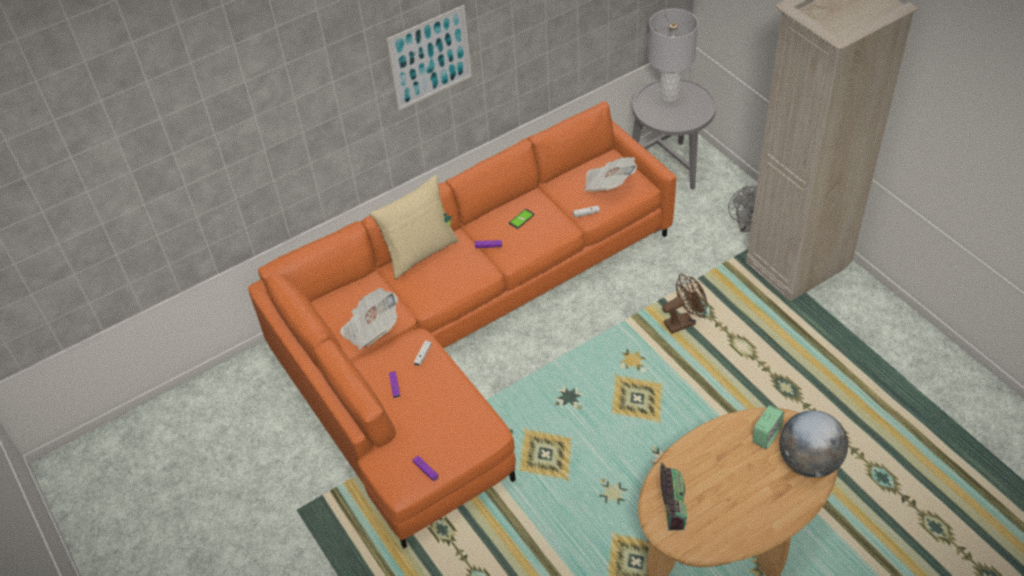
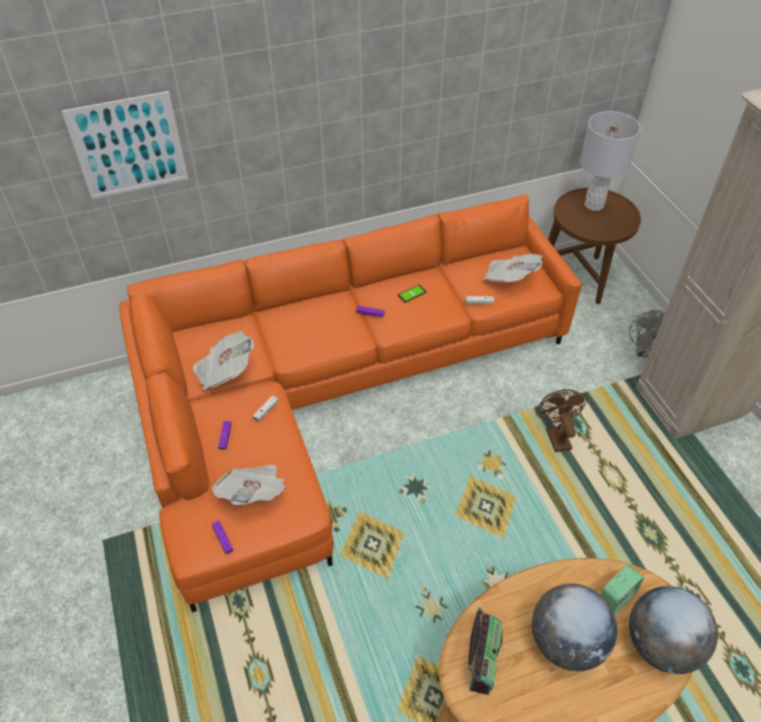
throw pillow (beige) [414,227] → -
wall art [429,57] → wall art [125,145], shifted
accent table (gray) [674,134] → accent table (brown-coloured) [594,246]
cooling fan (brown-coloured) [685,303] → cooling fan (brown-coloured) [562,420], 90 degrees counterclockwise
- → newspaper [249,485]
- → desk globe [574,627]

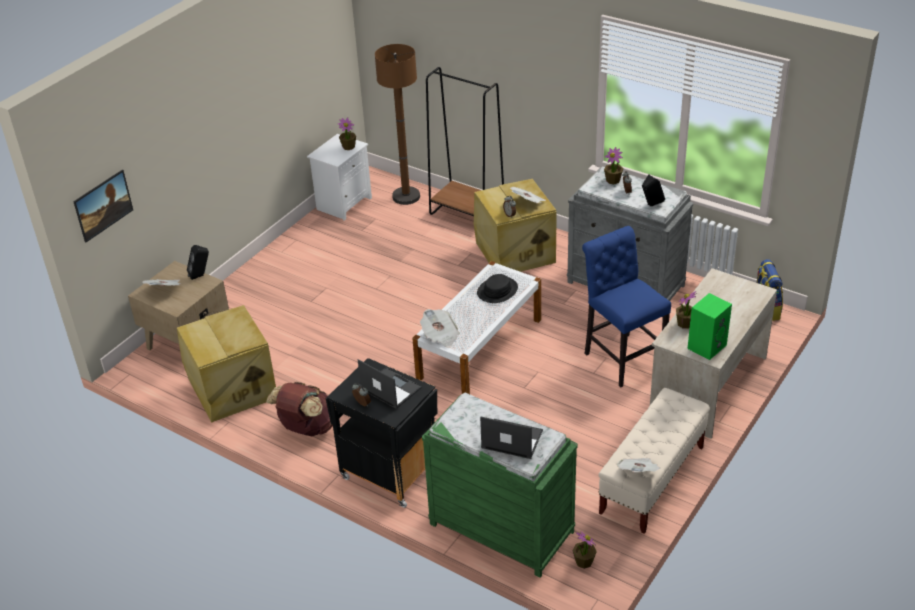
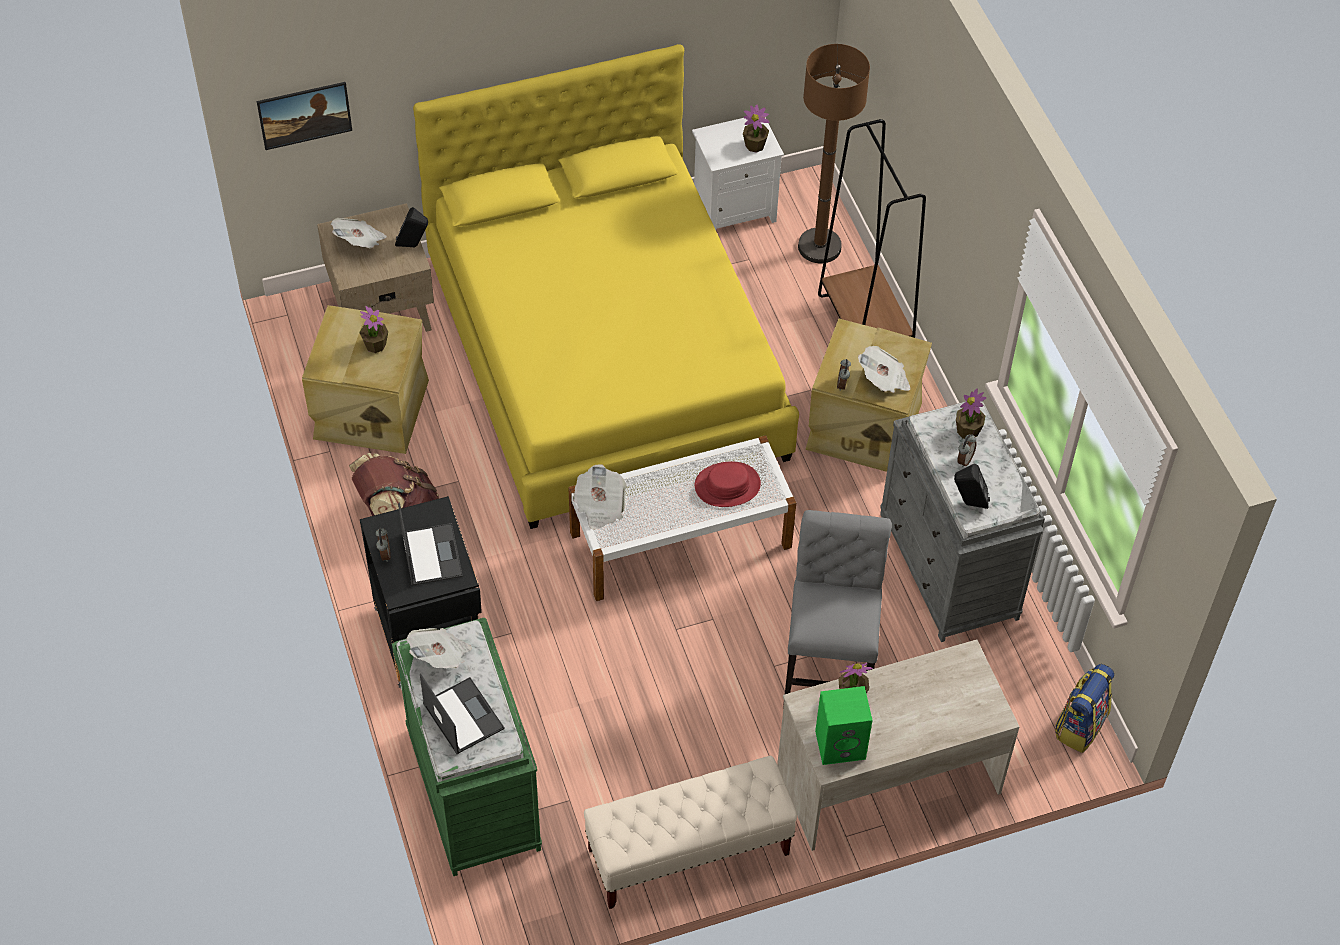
hat (blackish) [497,288] → hat (red-coloured) [728,484]
potted plant [584,550] → potted plant [373,329], shifted
stool (blue) [626,306] → stool (gray) [837,609]
newspaper [638,465] → newspaper [439,648], shifted
- → bedroom bed (yellow) [606,286]

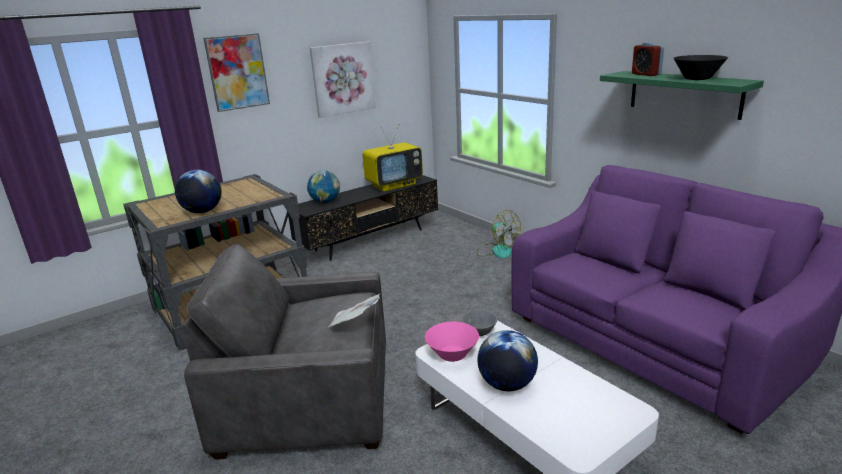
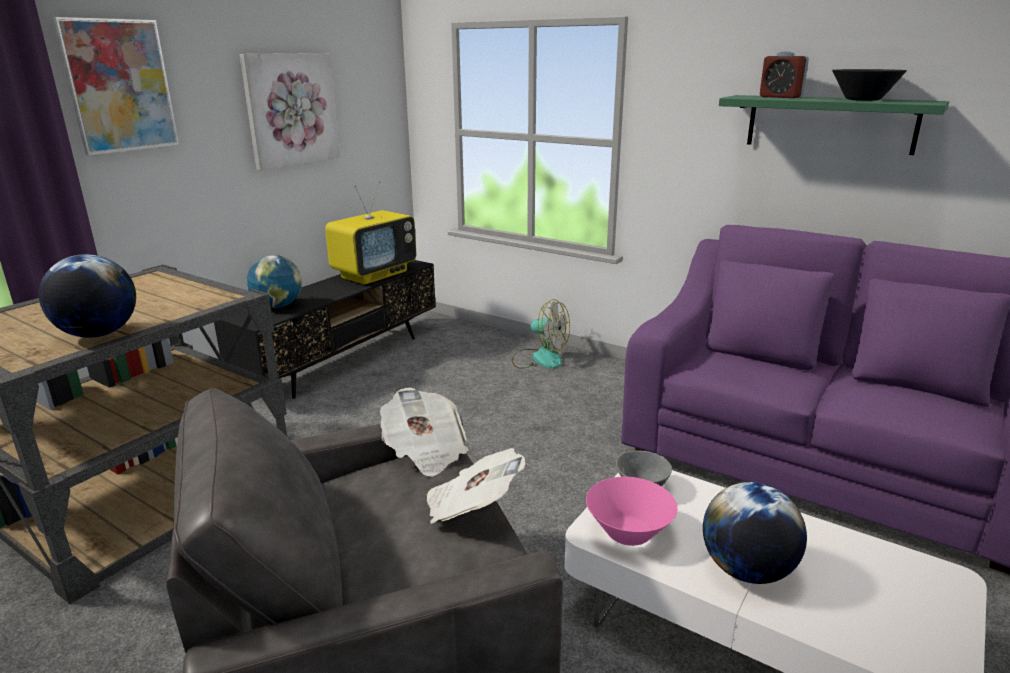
- → newspaper [424,432]

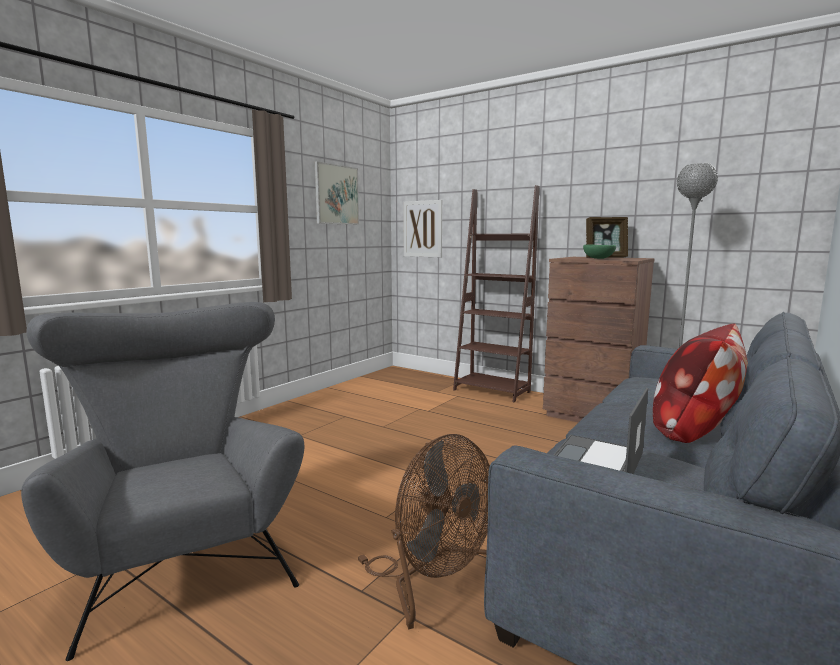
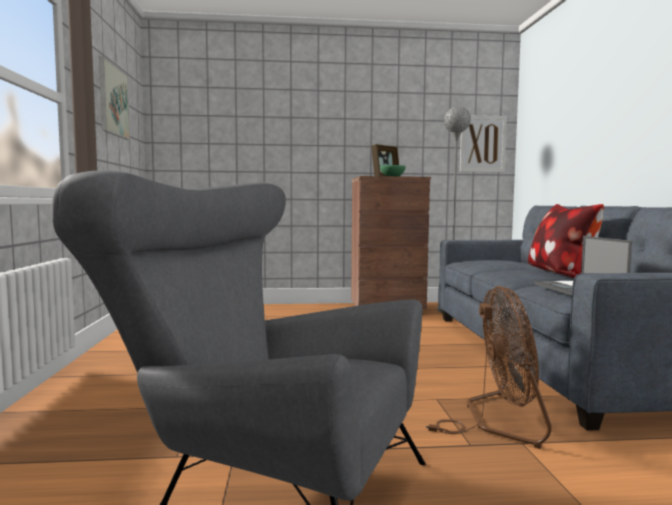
wall art [422,228] → wall art [483,143], shifted
bookshelf (brown-coloured) [496,293] → -

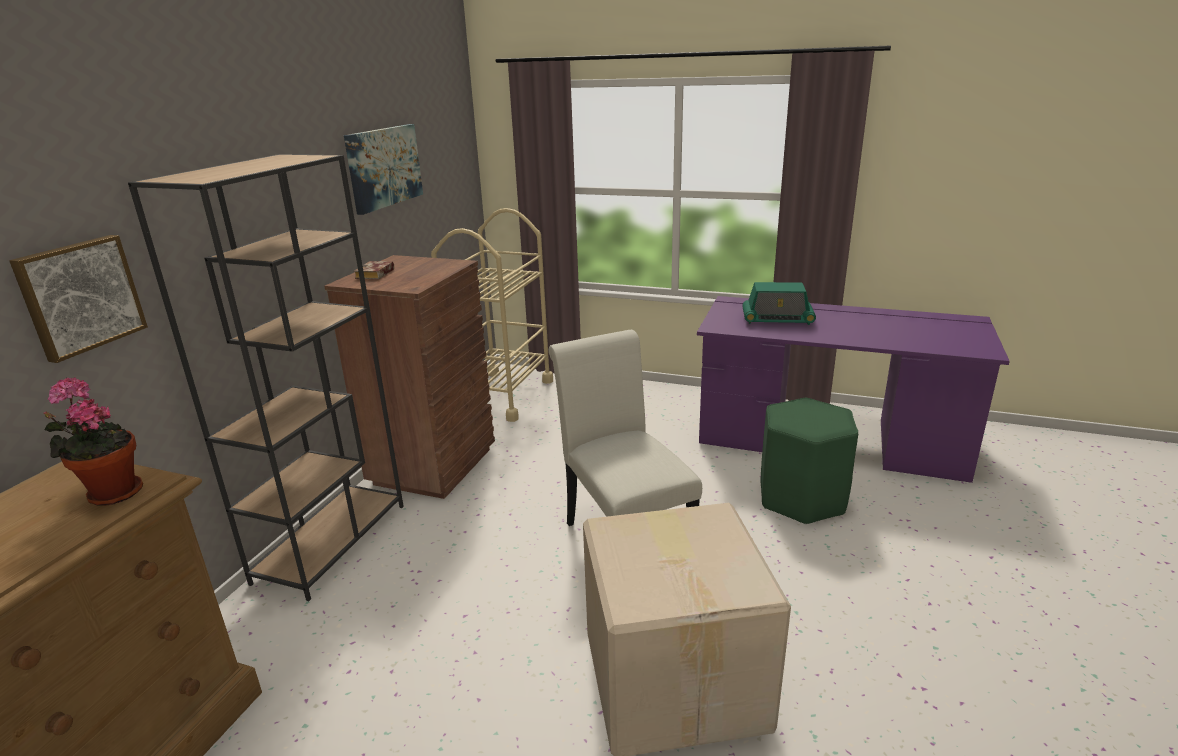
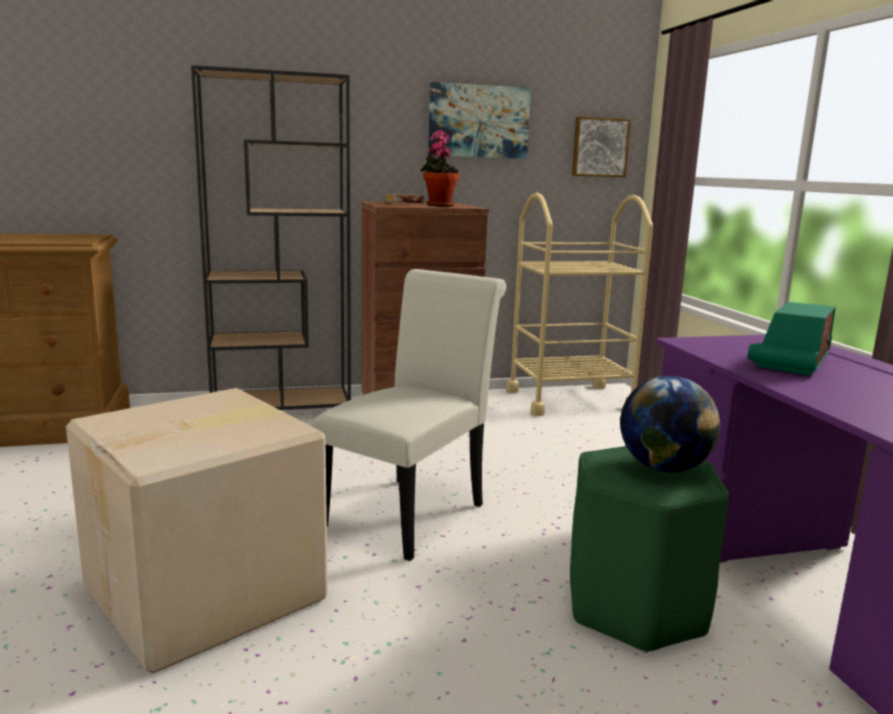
wall art [78,299] → wall art [601,147], shifted
potted plant [93,441] → potted plant [440,168], shifted
radio receiver [779,303] → radio receiver [792,339], 60 degrees clockwise
- → desk globe [670,424]

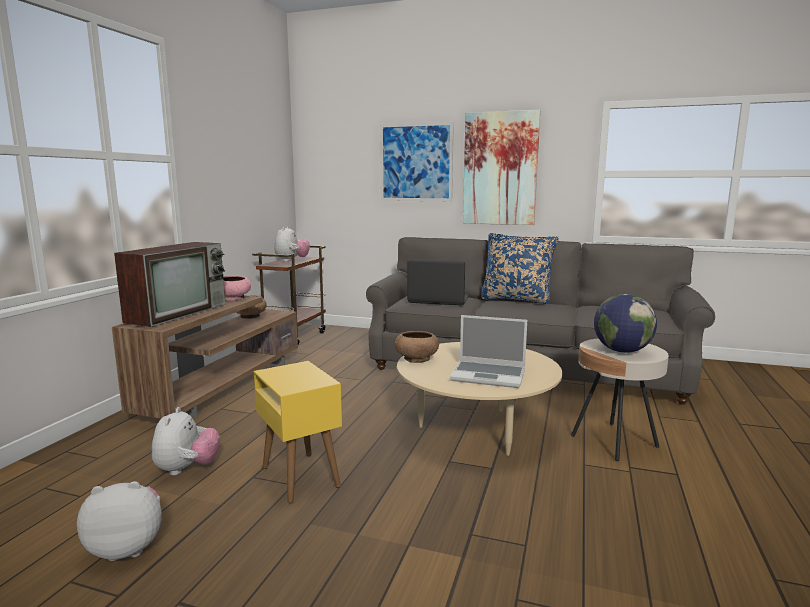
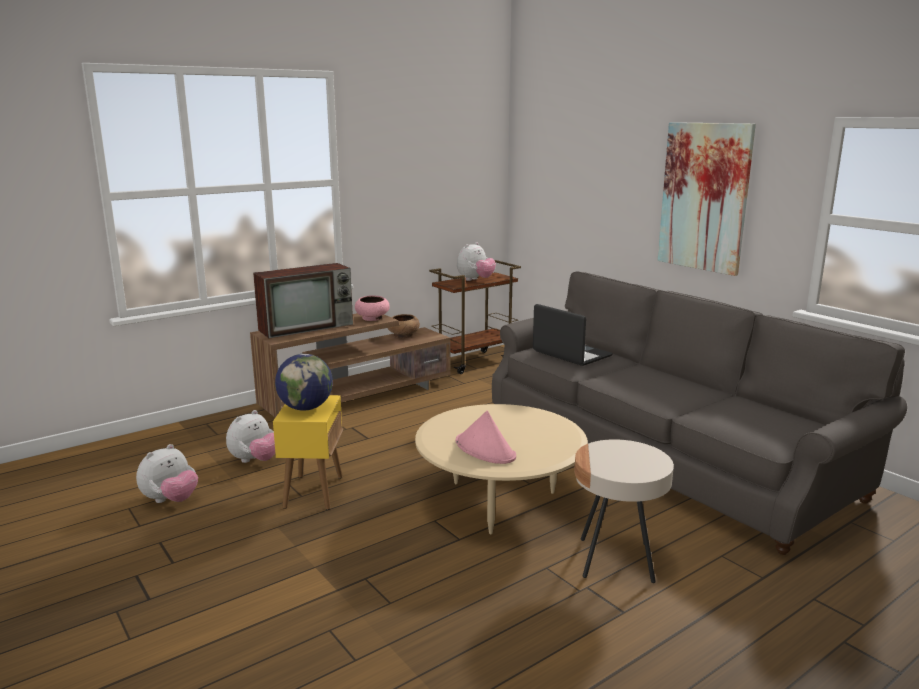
soft toy [119,521] → soft toy [167,473], 105 degrees clockwise
wall art [417,161] → -
bowl (brown-coloured) [417,347] → -
portable computer [488,351] → hat (pink) [486,437]
throw pillow (blue) [520,268] → -
desk globe [625,323] → desk globe [304,382], shifted

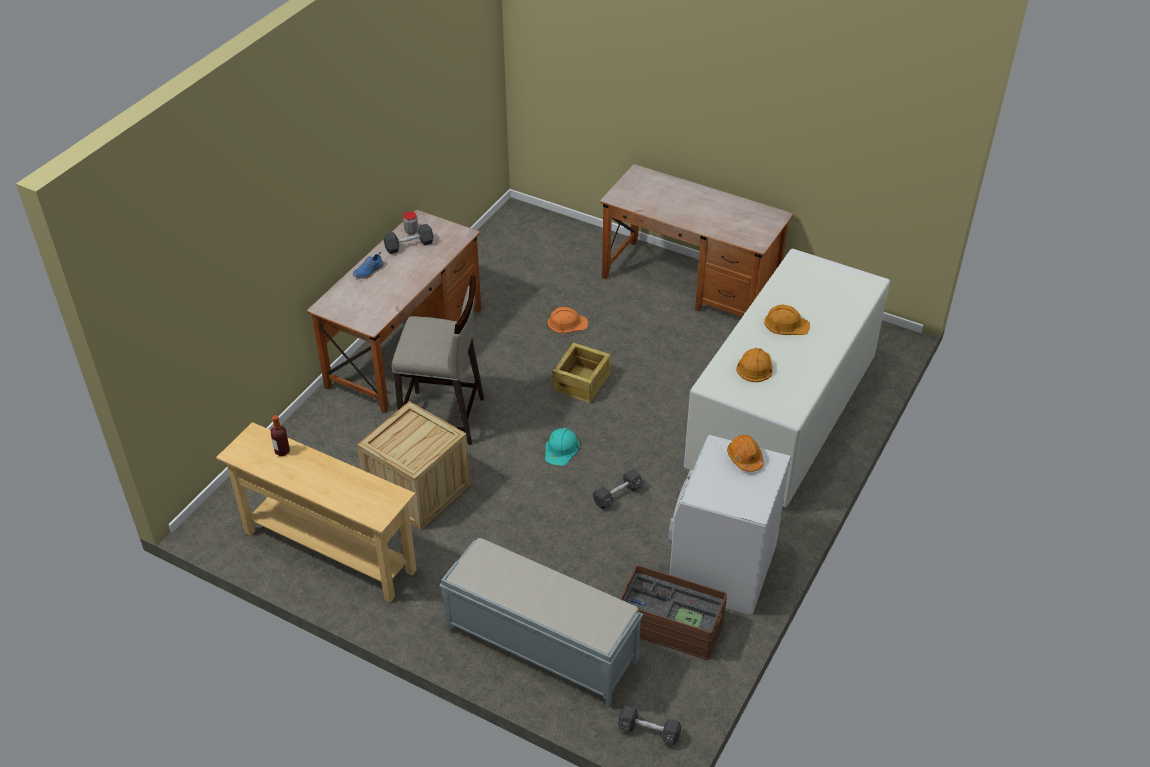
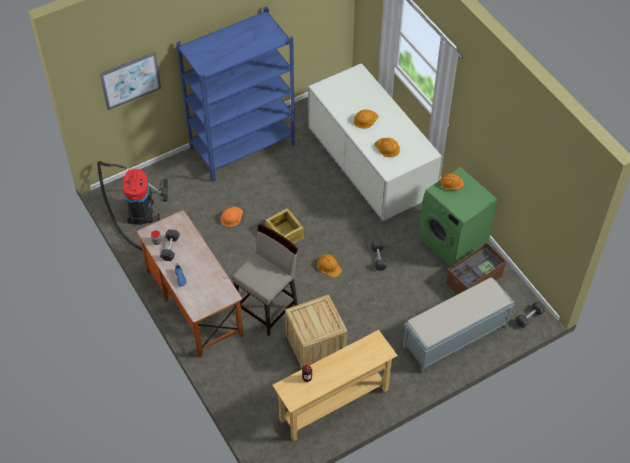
work helmet (blue-green) [562,447] → work helmet (orangey) [329,266]
desk unit [696,240] → bookshelf (blue) [235,94]
washing machine (white-coloured) [729,525] → washing machine (green) [458,217]
- → hoover [132,205]
- → wall art [130,81]

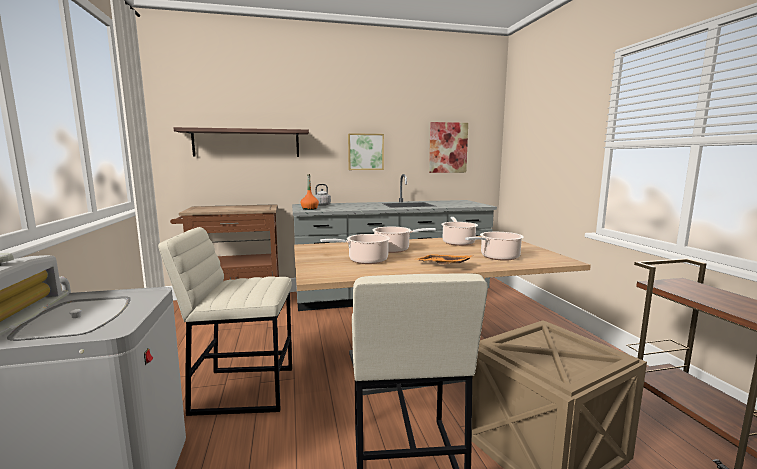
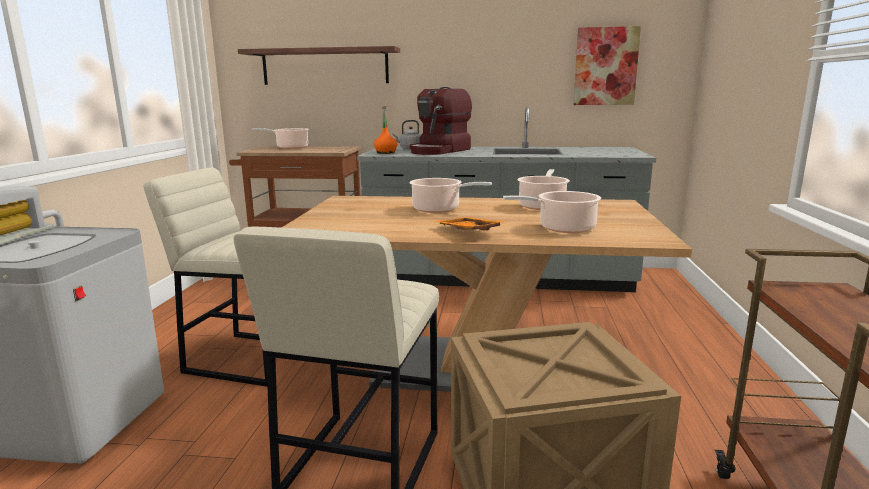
cooking pot [355,249] → cooking pot [280,138], shifted
wall art [366,151] → -
- → coffee machine [440,121]

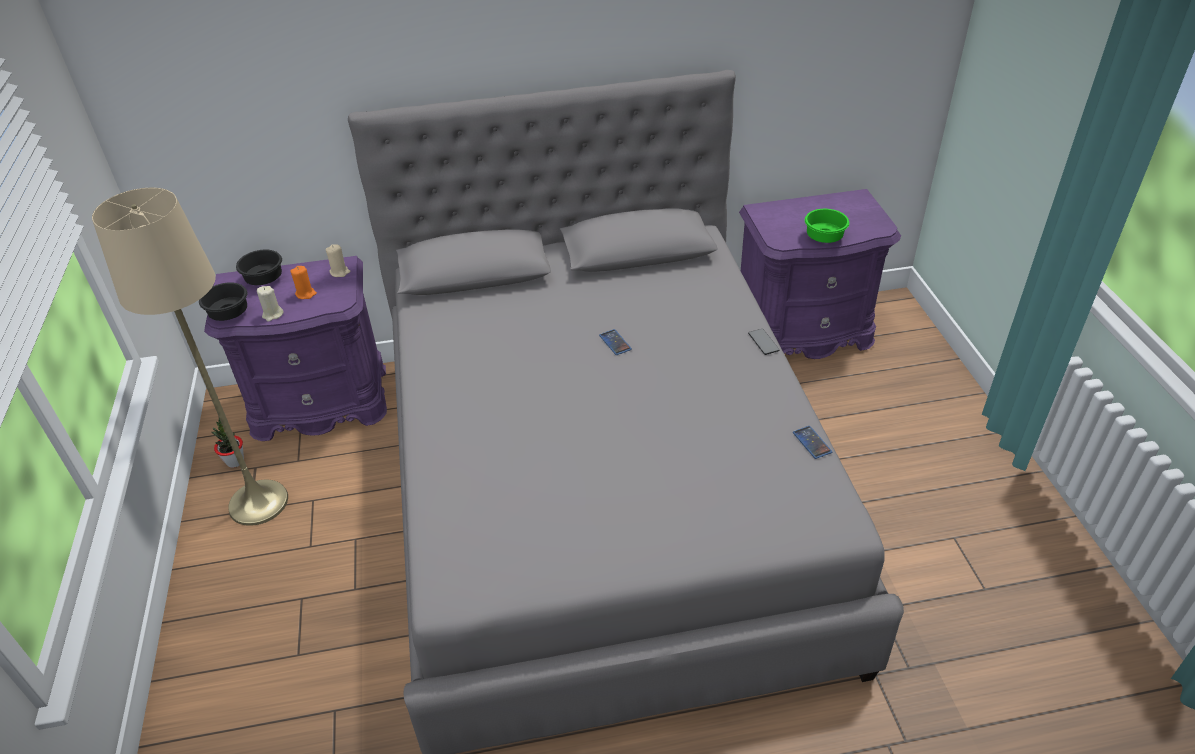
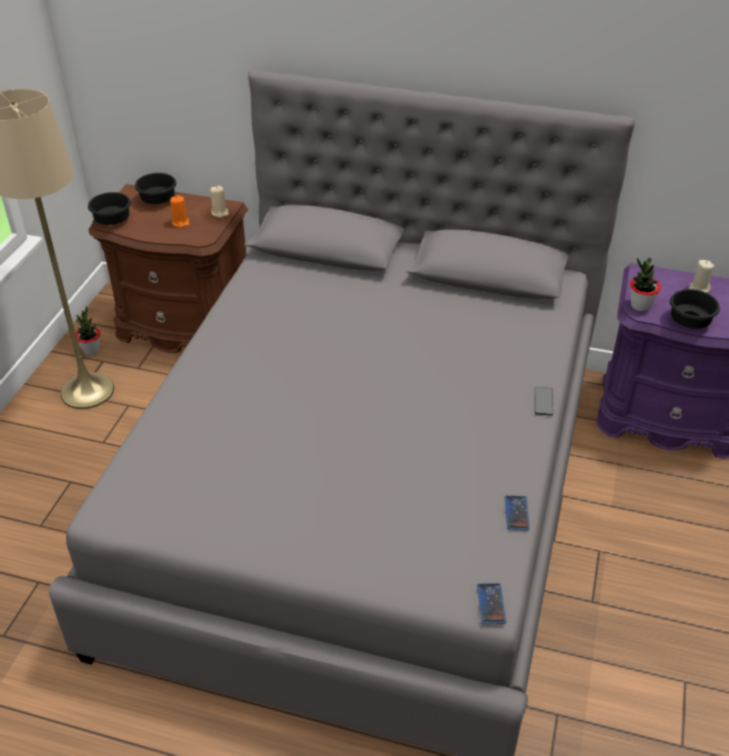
nightstand (purplish) [295,348] → nightstand (brown-coloured) [168,268]
wax light (beige) [270,304] → wax light (beige) [701,276], shifted
telephone [615,342] → telephone [491,603], shifted
bowl (green) [827,226] → bowl (blackish) [695,309]
- → potted plant [645,284]

